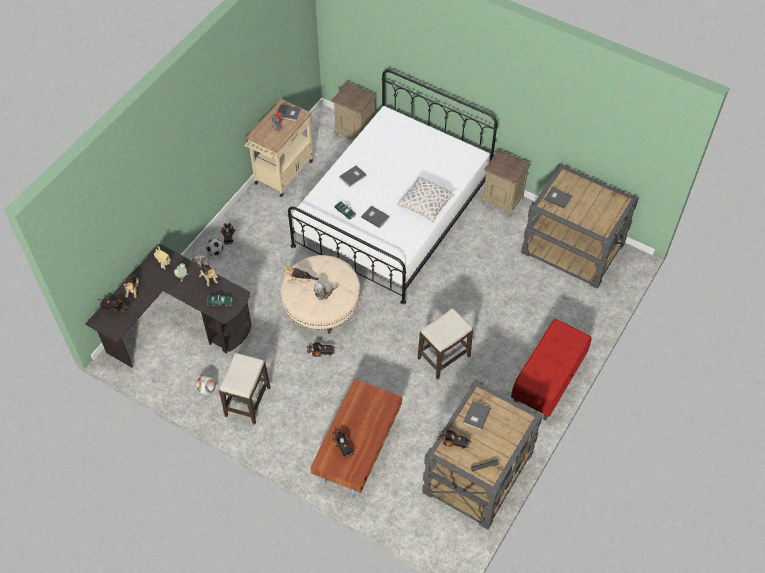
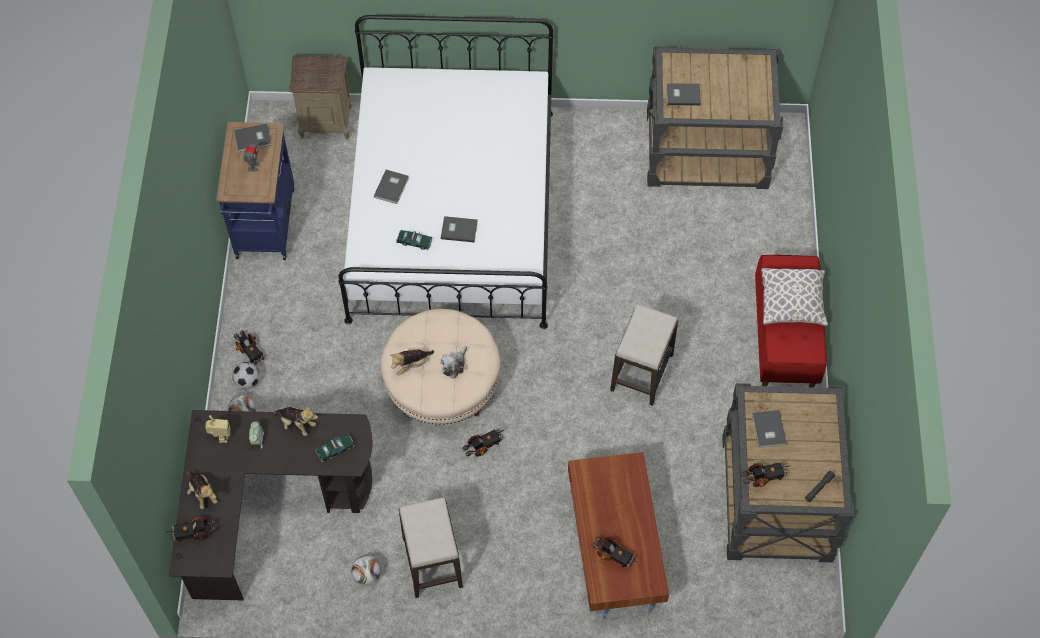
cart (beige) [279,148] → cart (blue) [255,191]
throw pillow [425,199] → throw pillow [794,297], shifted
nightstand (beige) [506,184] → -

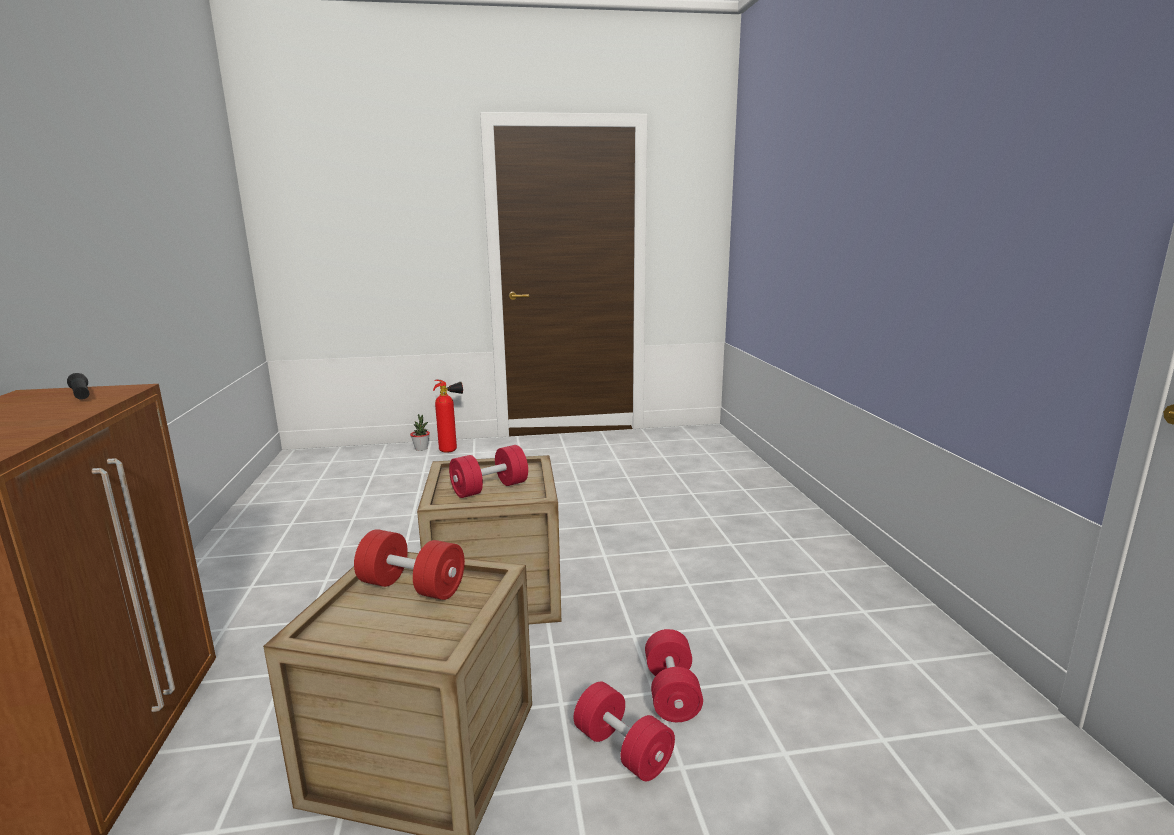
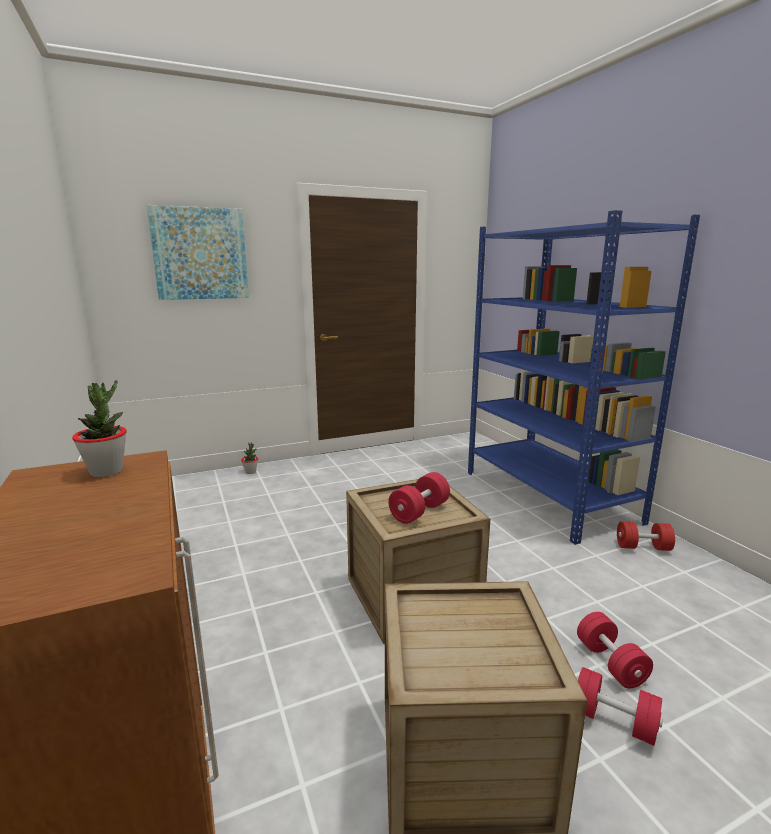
hand torch (blackish) [78,386] → potted plant [99,428]
hand weight (red-coloured) [409,564] → hand weight (red-coloured) [646,536], shifted
fire-fighting cylinder [448,416] → -
- → wall art [198,252]
- → bookshelf (blue) [584,377]

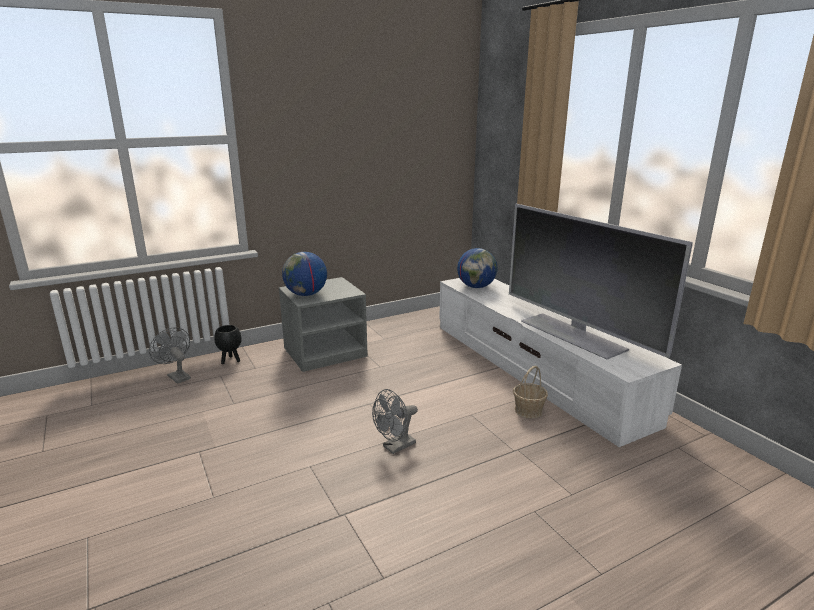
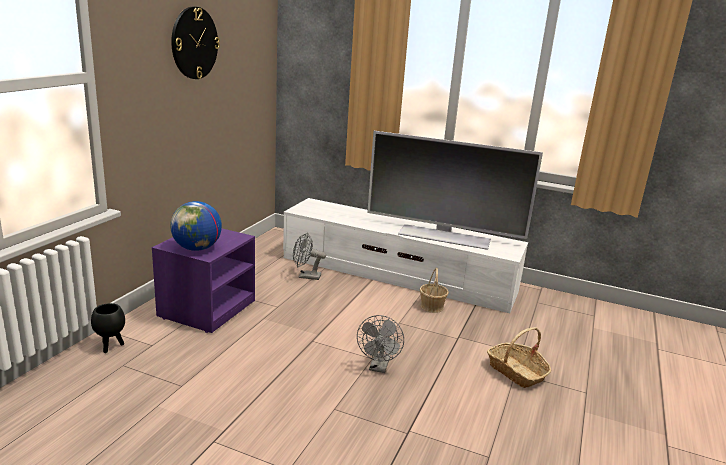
cooling fan (gray) [170,356] → cooling fan (gray) [309,256], shifted
nightstand (gray) [323,324] → nightstand (purplish) [203,281]
desk globe [477,268] → -
- → wall clock [195,42]
- → basket [519,357]

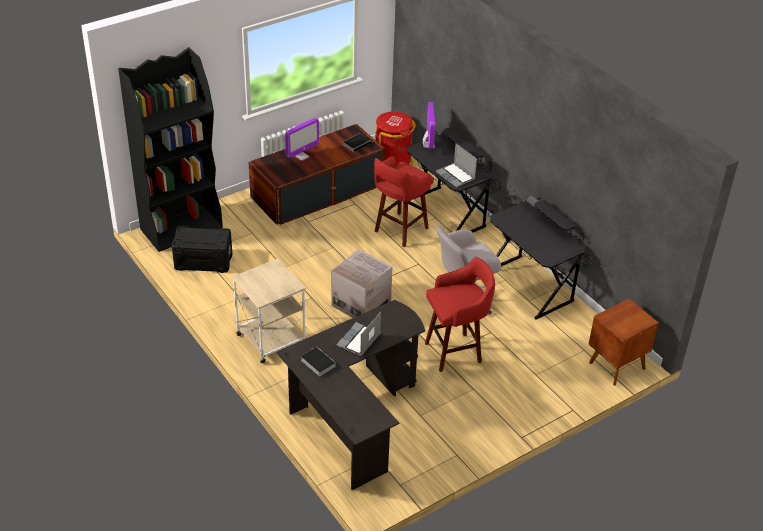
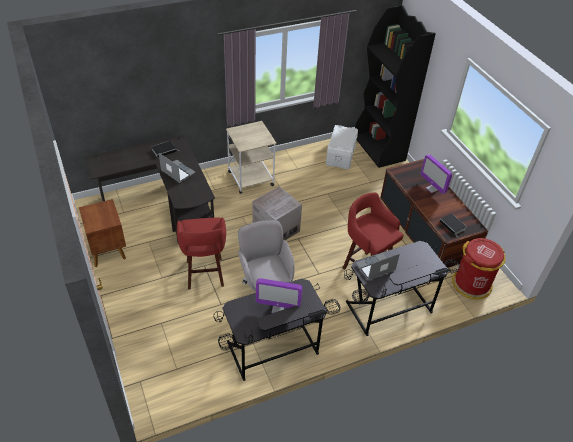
storage container (blackish) [202,249] → storage container (white-coloured) [342,147]
computer display [429,125] → computer display [279,295], shifted
nightstand (brown-coloured) [624,342] → nightstand (brown-coloured) [102,233], shifted

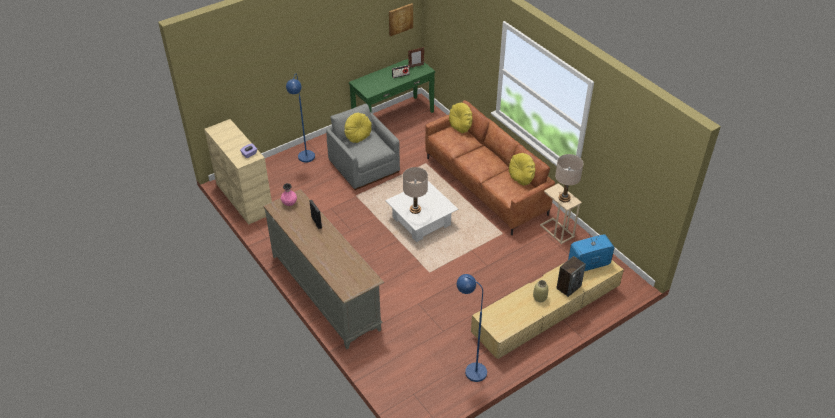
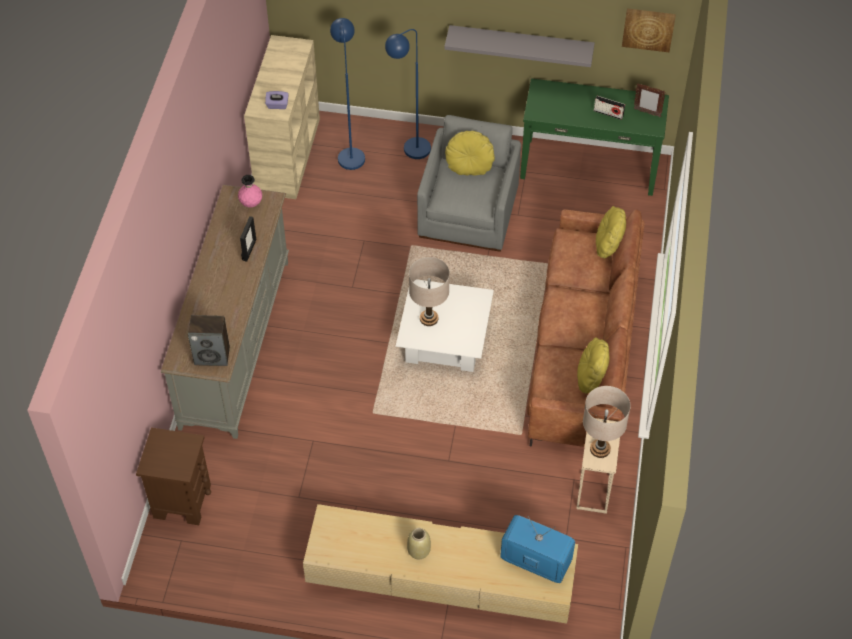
standard lamp (blue) [472,328] → standard lamp (blue) [347,94], shifted
speaker [571,276] → speaker [209,340], shifted
- → nightstand (brown-coloured) [173,476]
- → shelf (gray) [519,46]

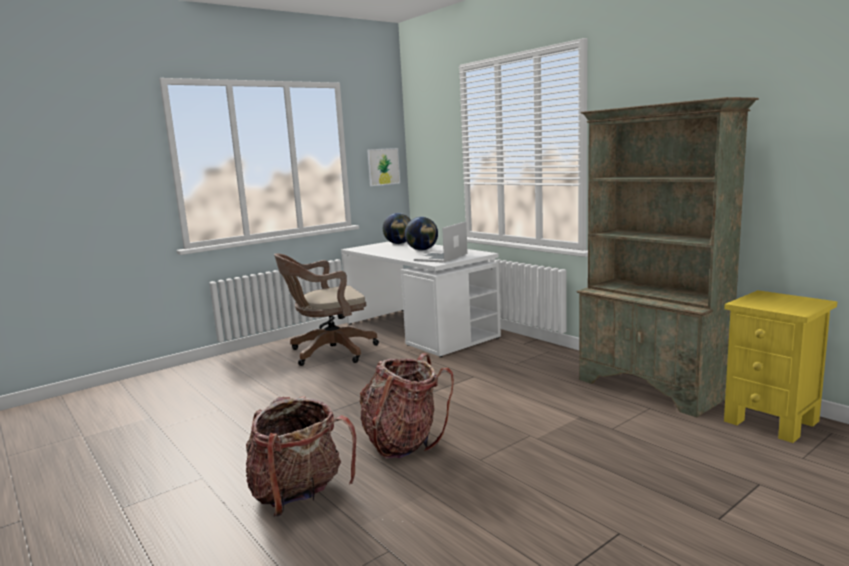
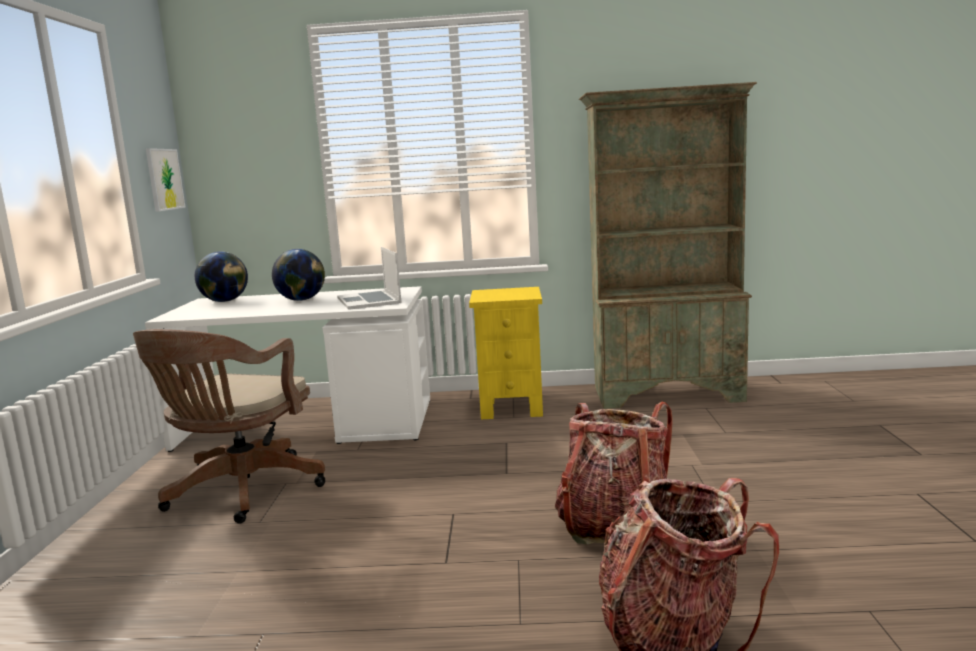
nightstand (yellow) [781,366] → nightstand (yellow) [506,353], shifted

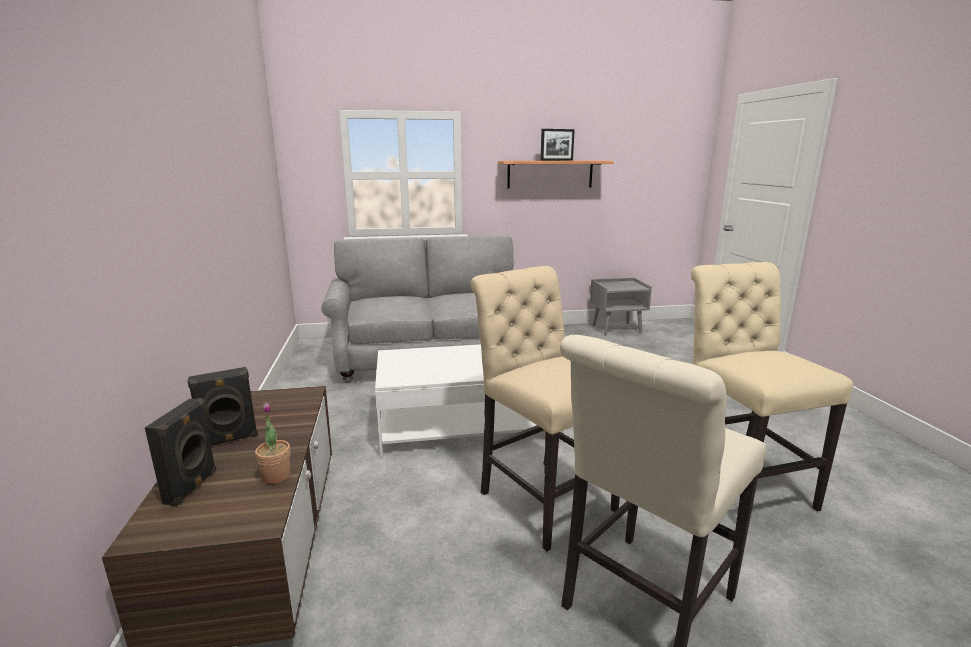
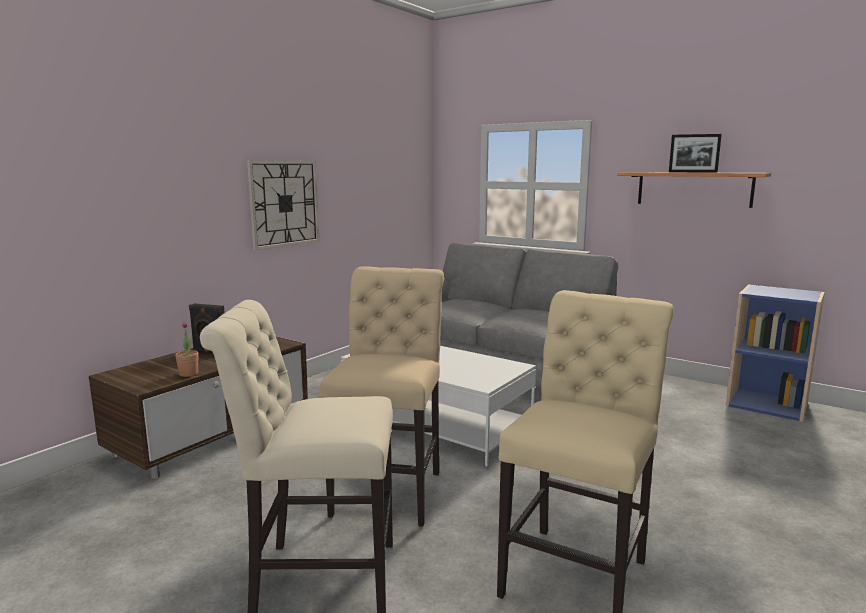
speaker (blackish) [180,452] → -
nightstand (gray) [621,307] → bookshelf (blue) [775,353]
- → wall clock [283,205]

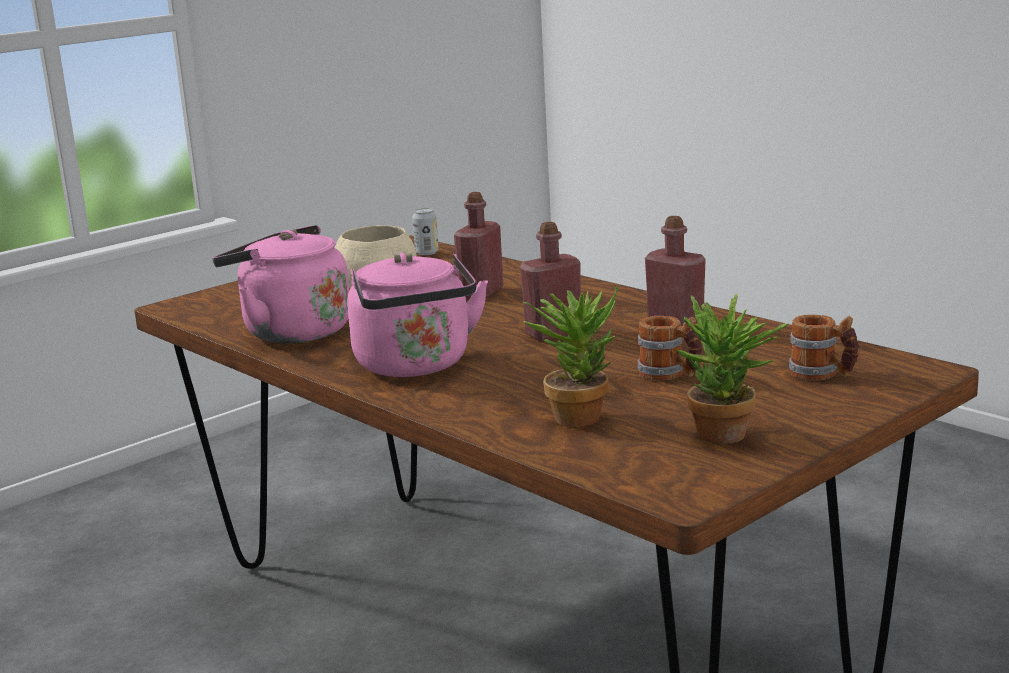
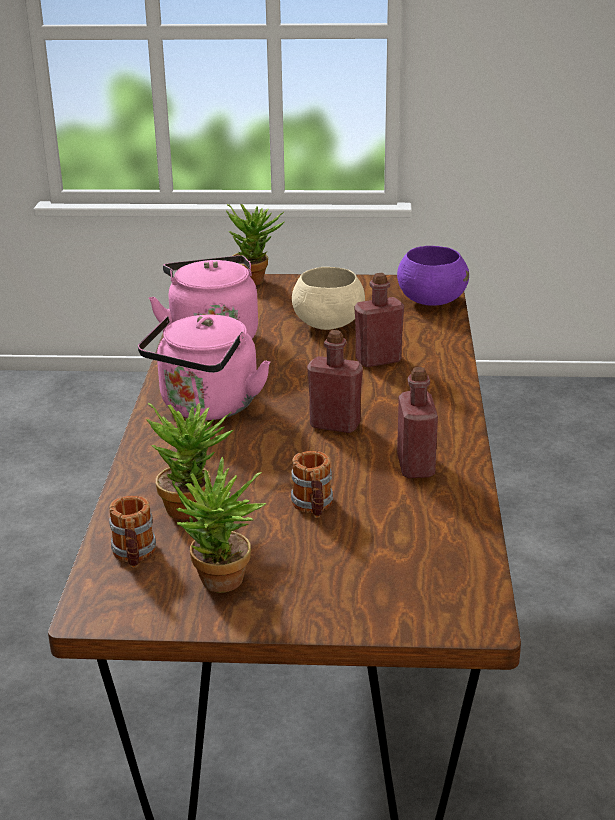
can [425,231] → bowl (purplish) [433,276]
tea mug [824,348] → tea mug [132,531], shifted
- → potted plant [255,244]

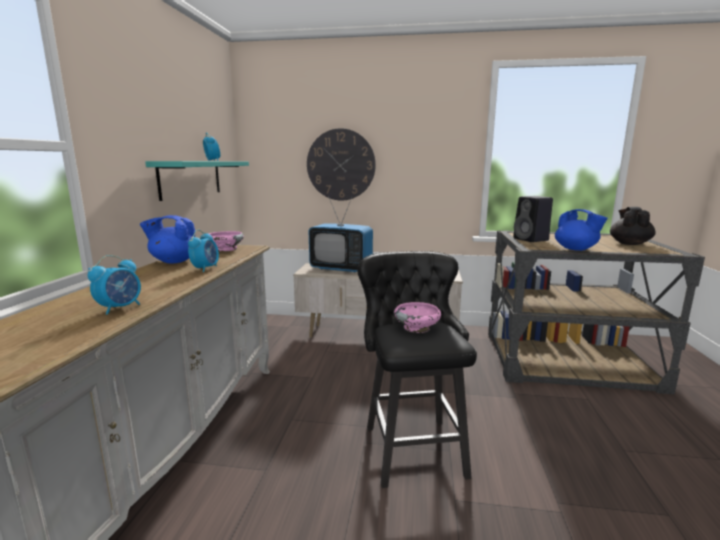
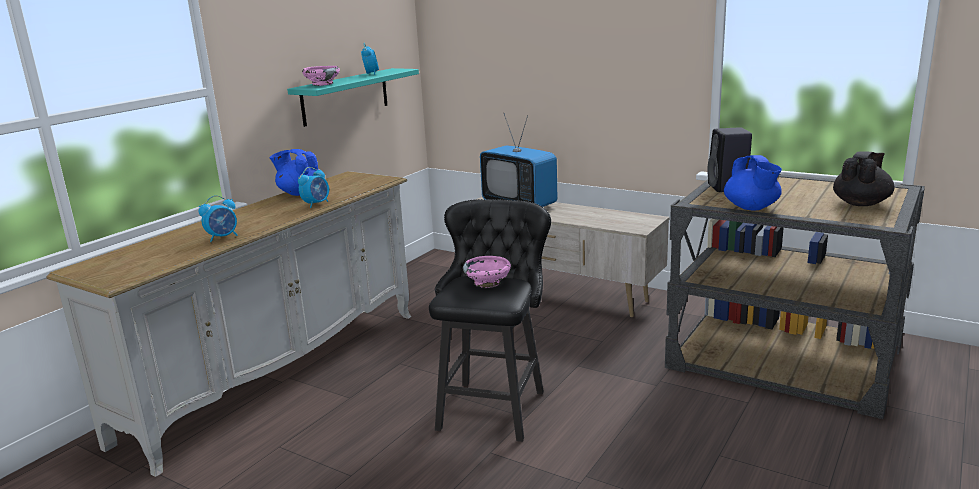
bowl (pink) [226,241] → bowl (pink) [321,76], shifted
wall clock [341,164] → -

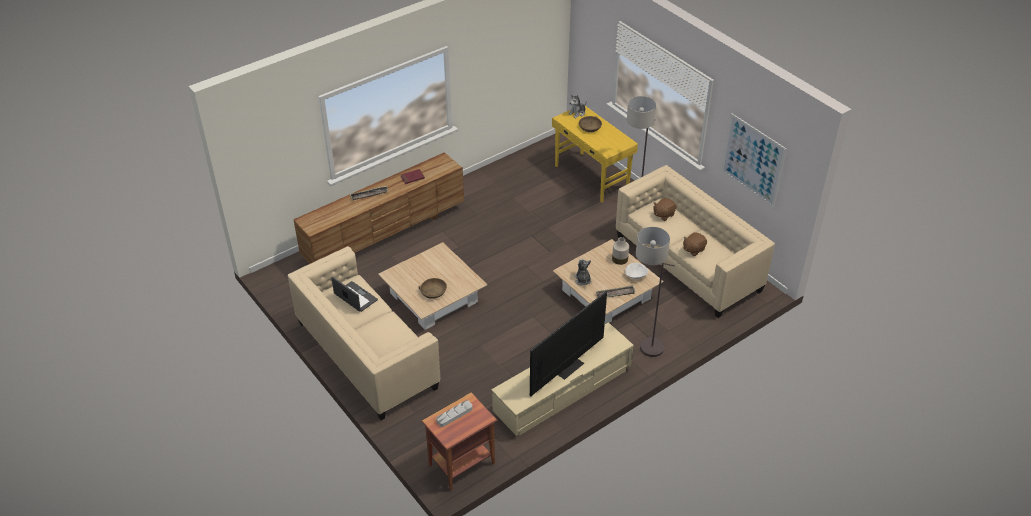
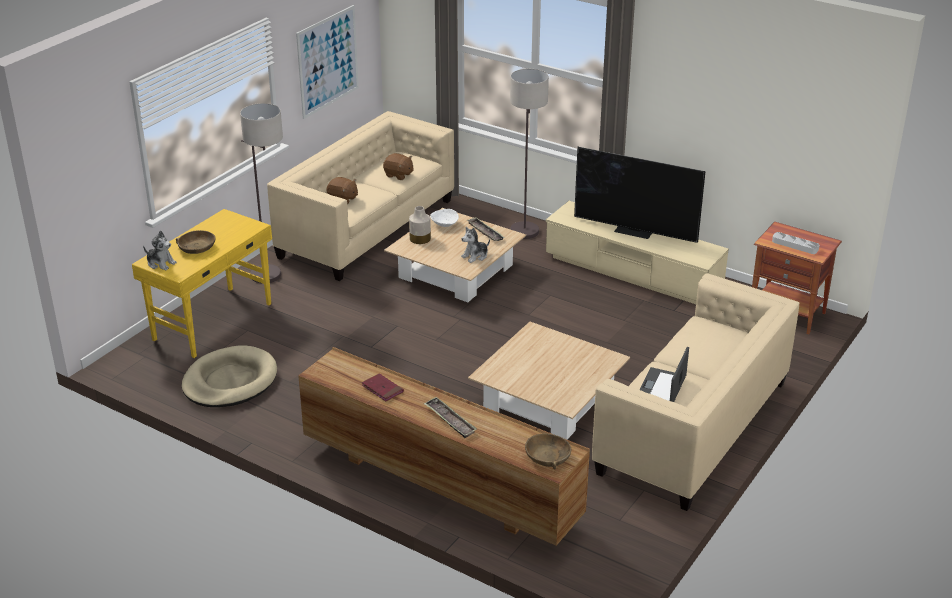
bowl (brown-coloured) [432,288] → bowl (brown-coloured) [548,451], shifted
- → dog bed (beige) [229,376]

